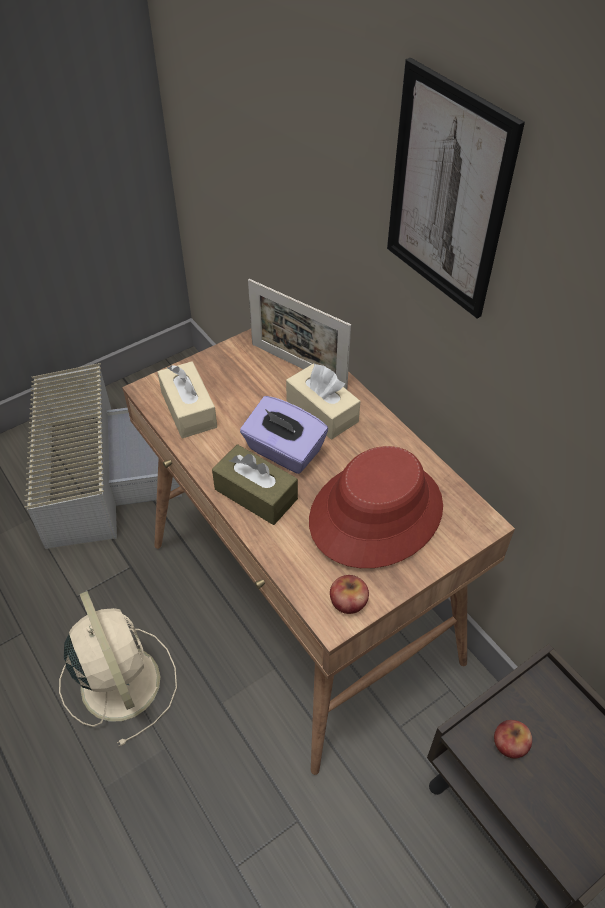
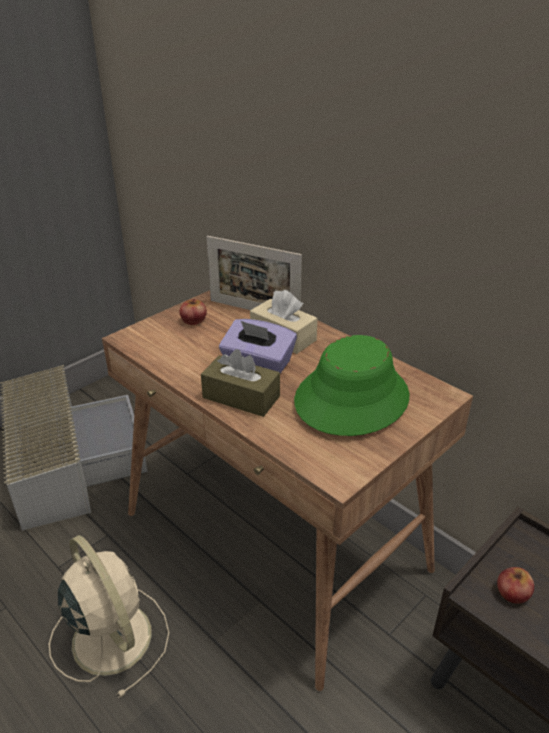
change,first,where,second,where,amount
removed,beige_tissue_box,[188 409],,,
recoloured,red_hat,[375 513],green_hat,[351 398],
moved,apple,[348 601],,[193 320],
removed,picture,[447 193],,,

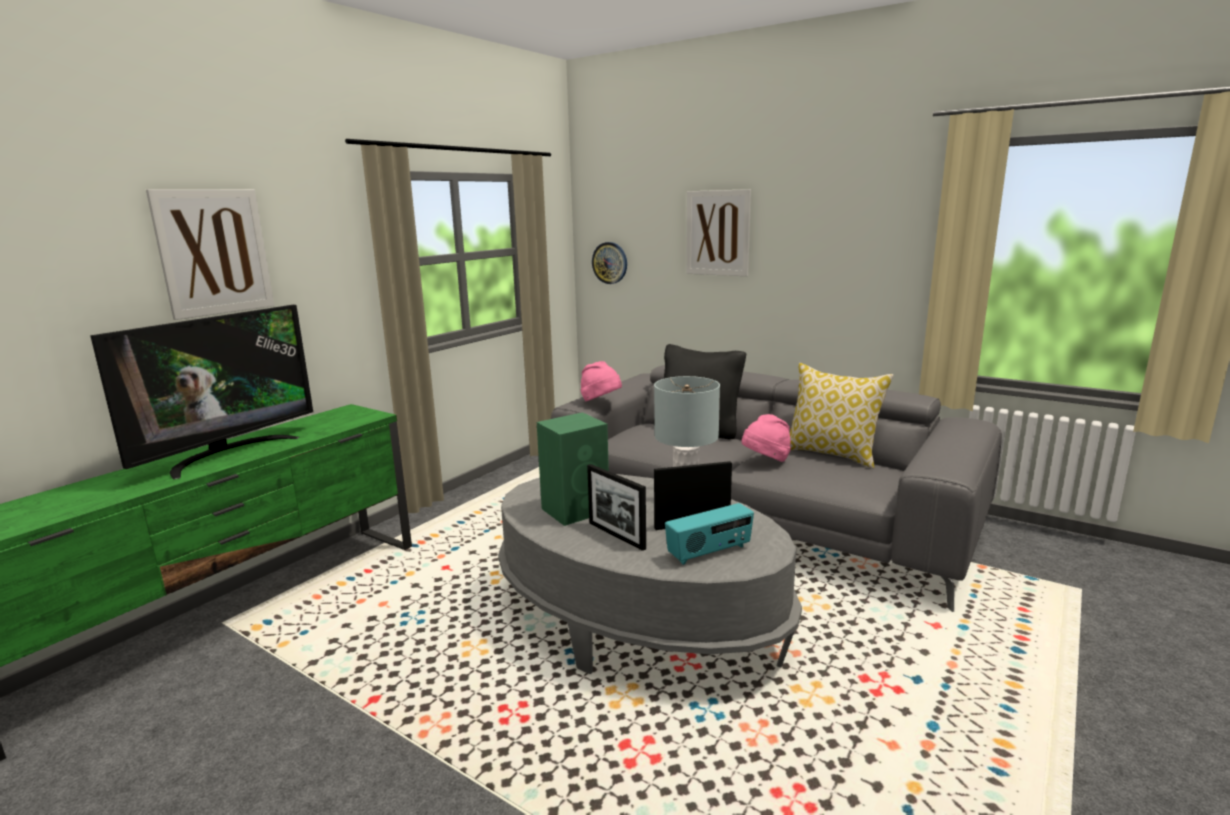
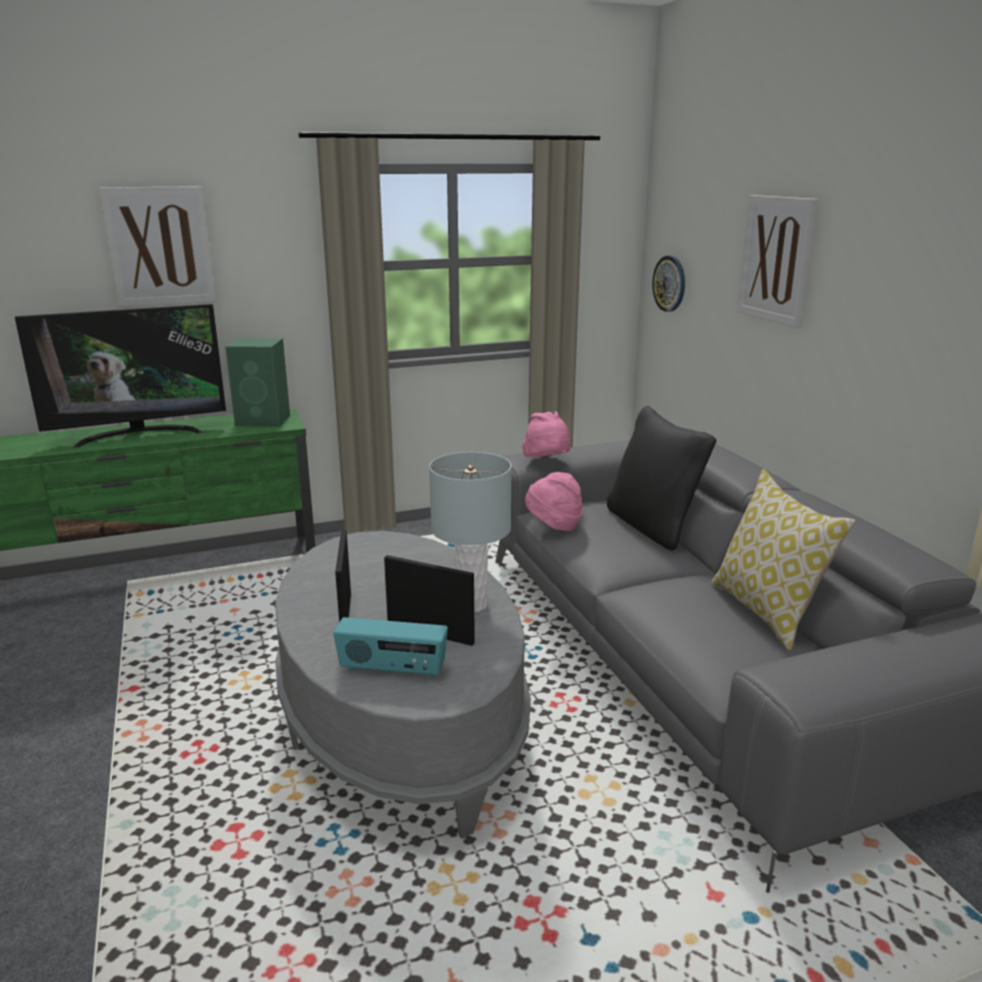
change,first,where,second,where,amount
moved,green_speaker,[576 509],,[264 420],
moved,pink_hat,[765 461],,[553 525],

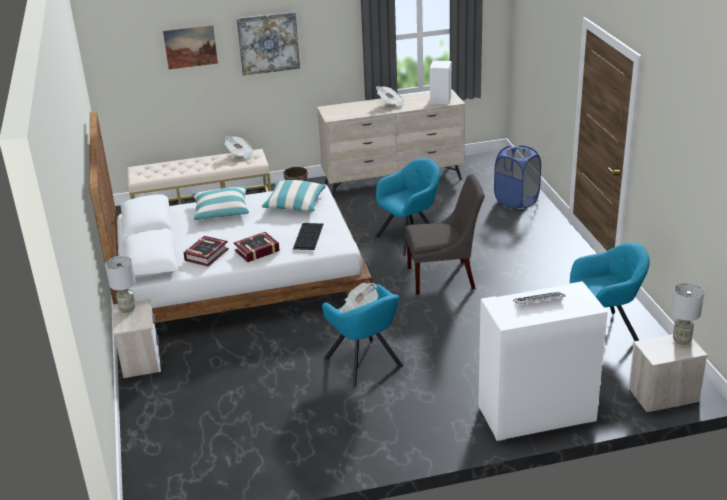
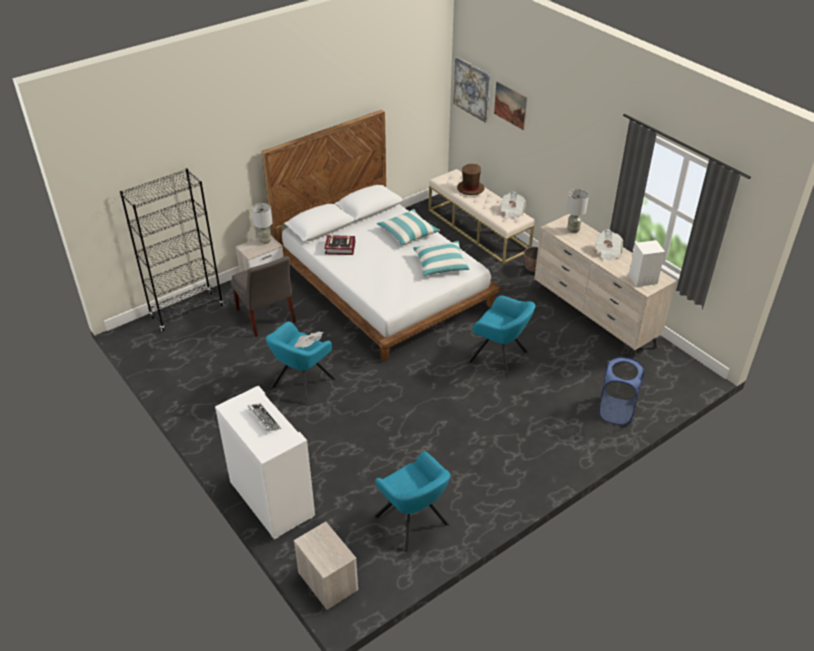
change,first,where,second,where,amount
removed,book,[257 251],,,
moved,picture,[268 43],,[472 89],
removed,keyboard,[308 236],,,
moved,grey_chair,[444 277],,[266 317],
moved,grey_table_lamp,[681 340],,[573 230],
added,,,black_bookcase,[187 311],
added,,,brown_hat,[470 188],

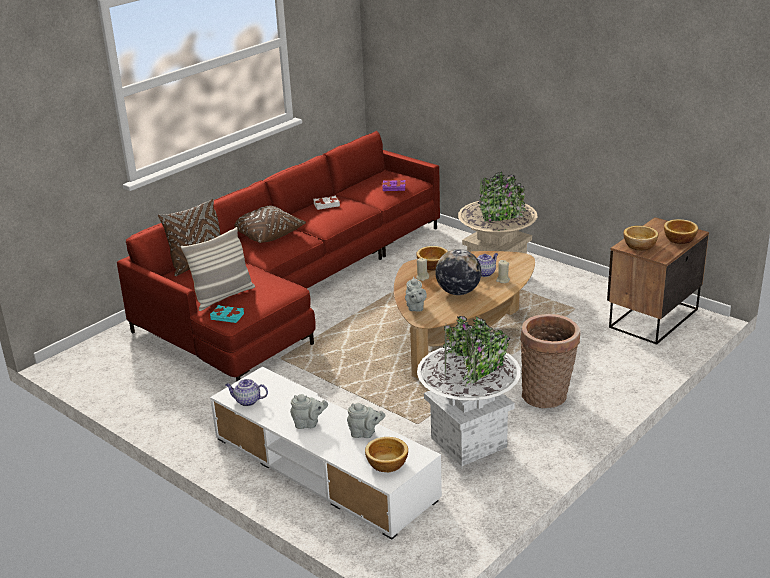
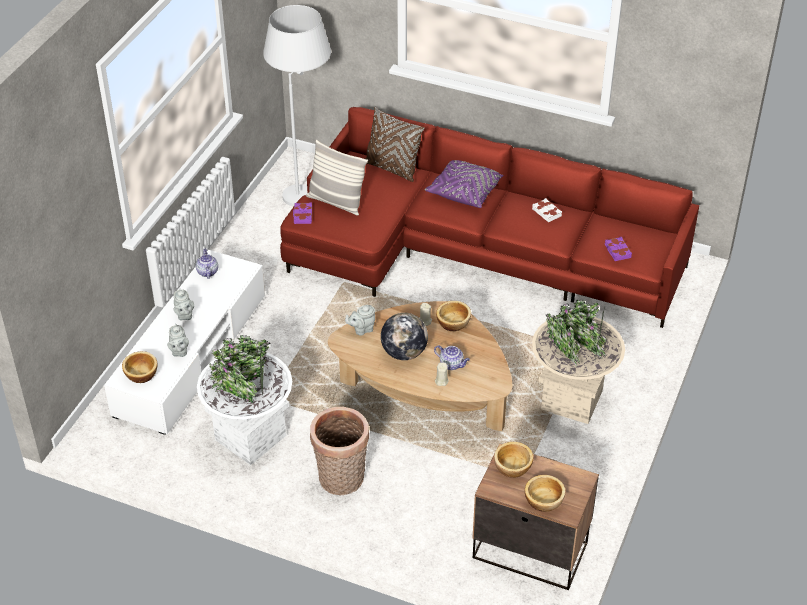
change,first,where,second,where,amount
recoloured,turquoise_book,[227 317],purple_book,[302 215],
recoloured,brown_pillow,[265 234],purple_pillow,[465 190],
added,,,white_floor_lamp,[305 186],

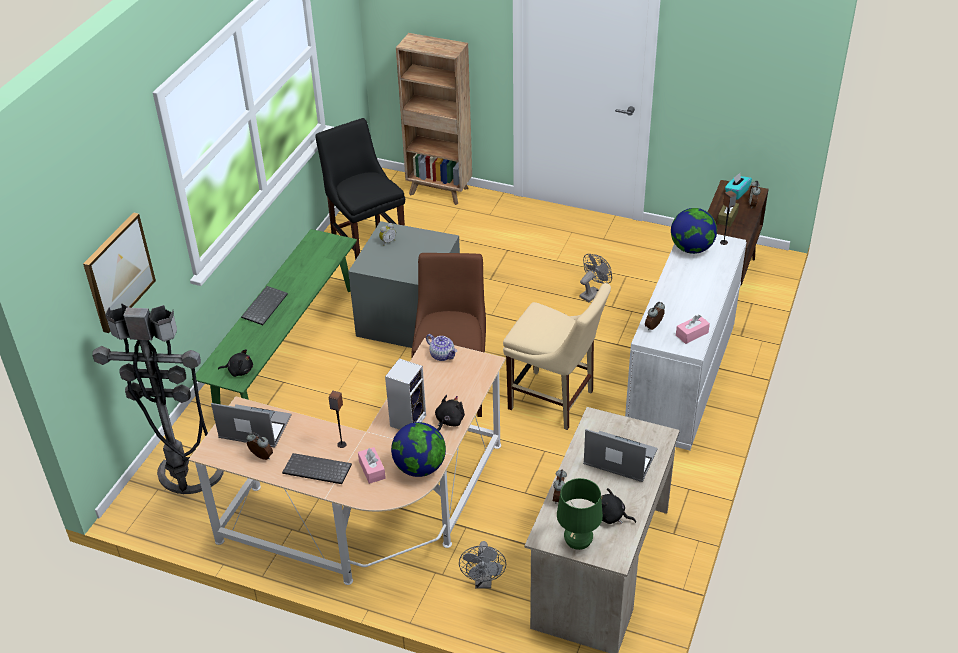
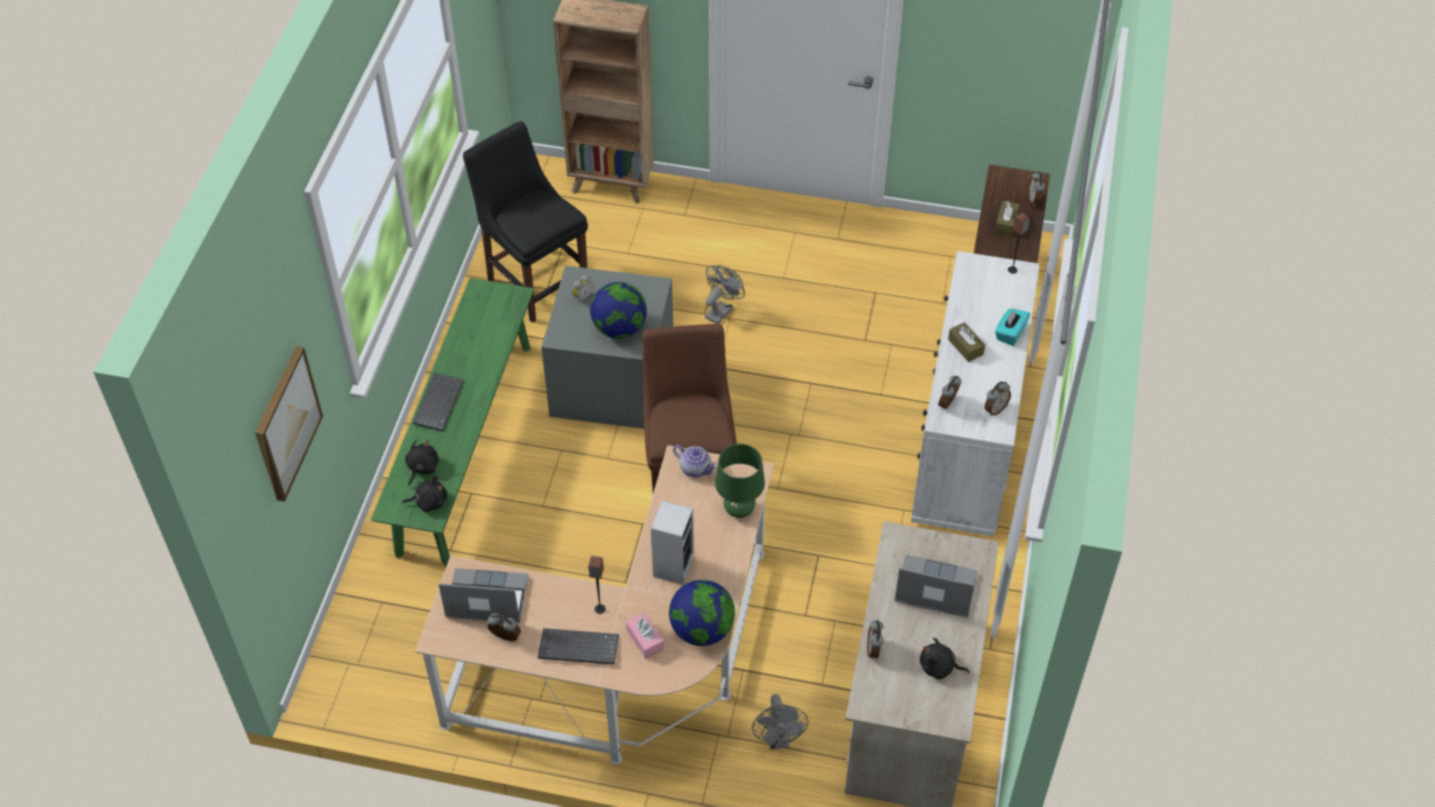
change,first,where,second,where,amount
removed,grey_floor_lamp,[186 487],,,
moved,black_plush_toy,[448 421],,[422 468],
removed,beige_chair,[554 401],,,
moved,green_table_lamp,[578 543],,[739 510],
moved,grey_fan,[593 293],,[721 310],
moved,globe,[691 248],,[619 328],
replaced,pink_tissue_box,[692 334],alarm_clock,[995 409],
moved,turquoise_tissue_box,[736 192],,[1010 333],
added,,,brown_tissue_box,[965 347],

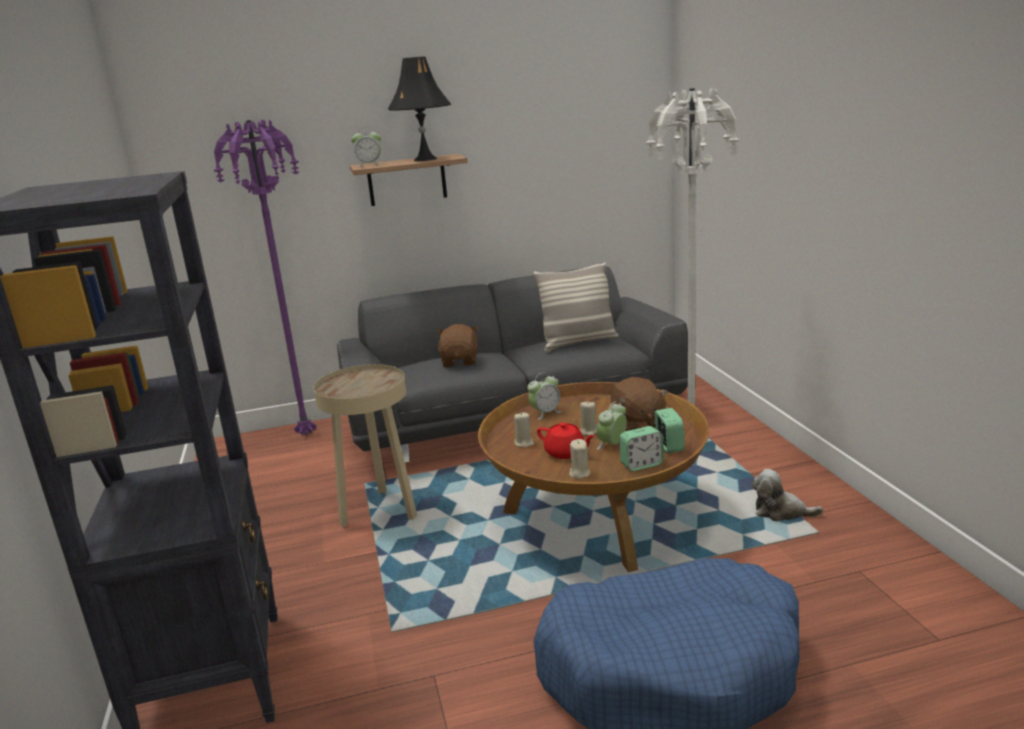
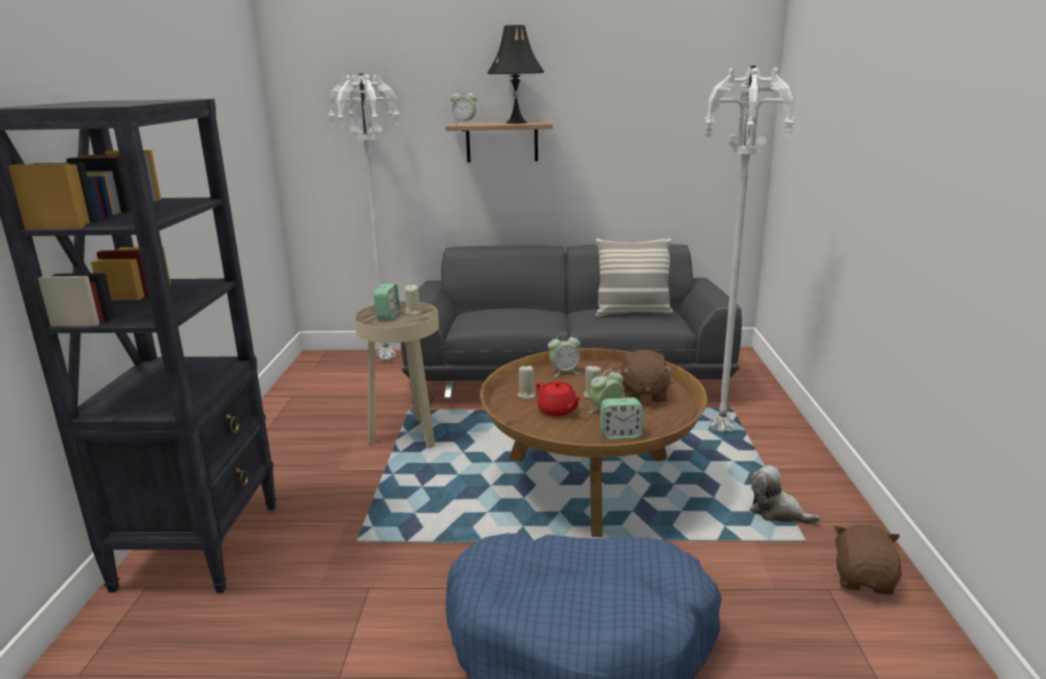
change,first,where,second,where,amount
recoloured,purple_floor_lamp,[308 435],white_floor_lamp,[387 360],
moved,brown_plush_toy,[460 361],,[864 579],
moved,beige_candle,[579 473],,[412 313],
moved,alarm_clock,[669 446],,[388 315],

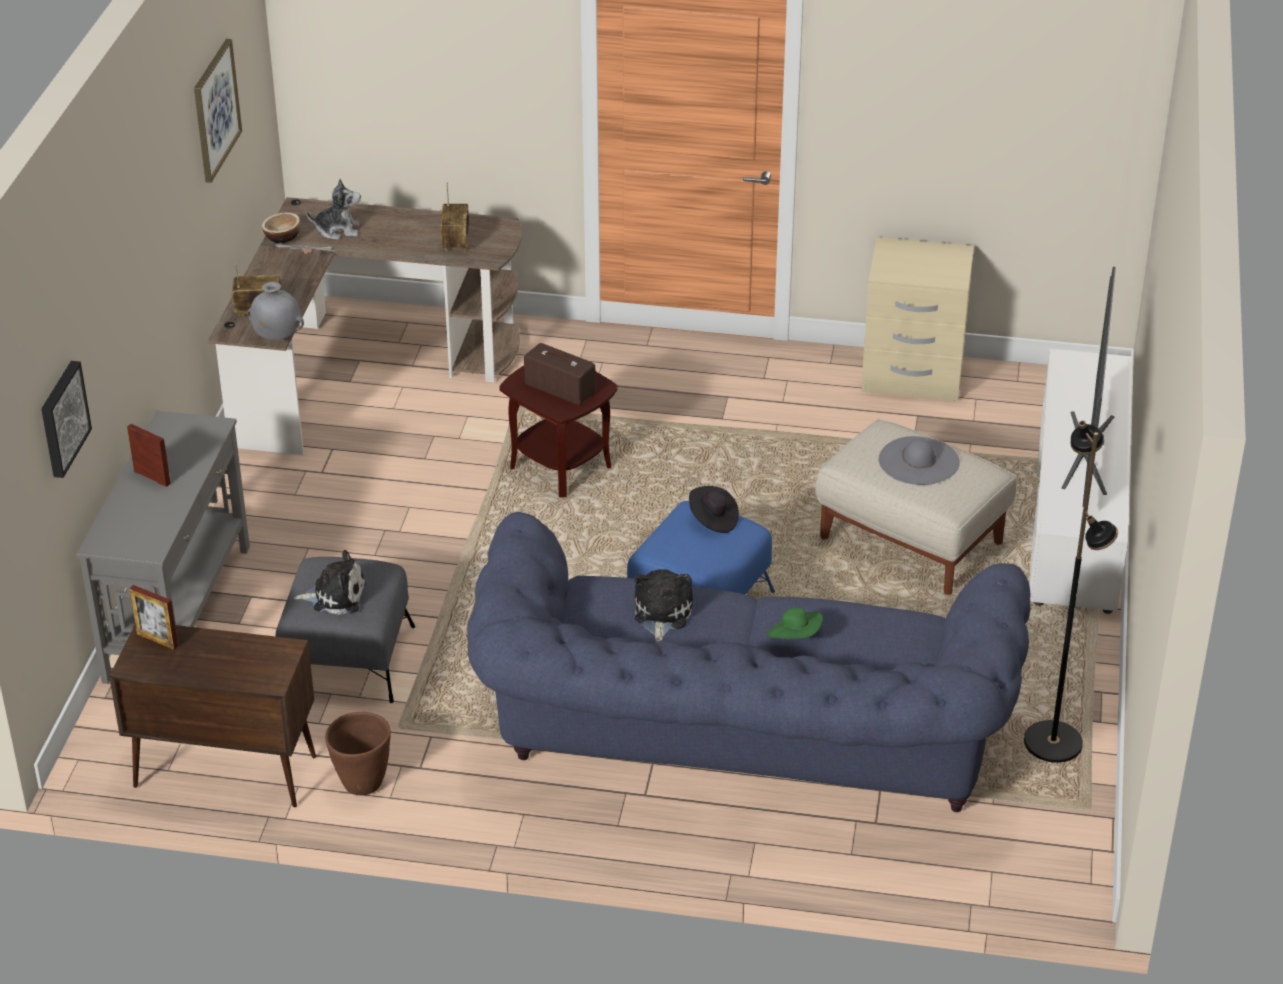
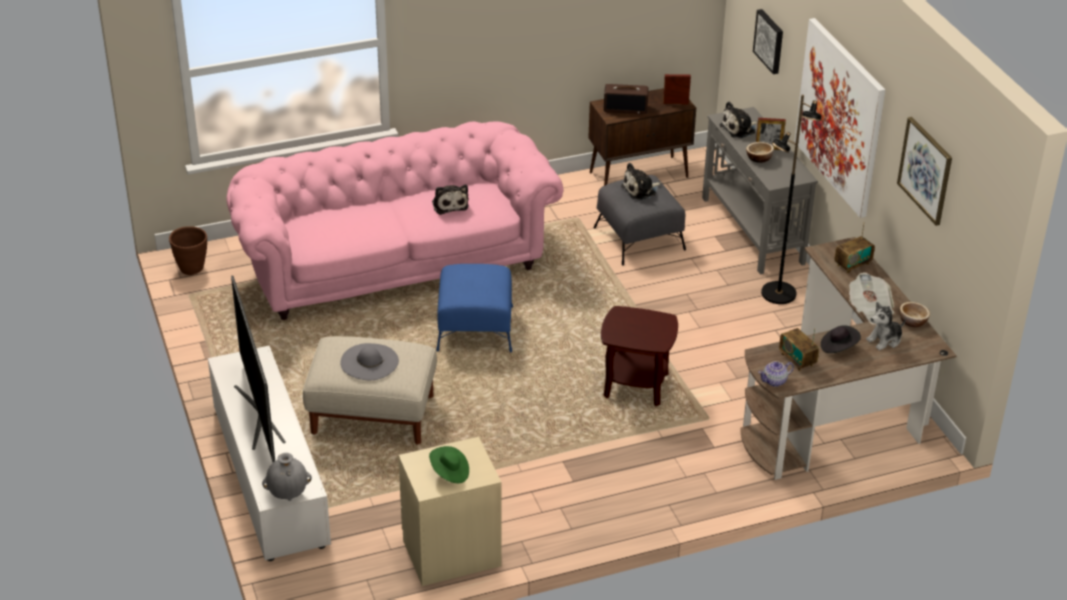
change,first,where,second,where,amount
moved,grey_vase,[277 338],,[288 494],
moved,brown_planter,[362 783],,[192 269],
recoloured,blue_sofa,[740 752],pink_sofa,[393 262],
moved,radio,[559 389],,[626 108],
moved,black_hat,[713 520],,[838 347],
moved,green_hat,[795 637],,[449 473],
moved,black_floor_lamp,[1054 742],,[778 294],
added,,,plush_toy,[739 129],
added,,,bowl,[759 158],
added,,,teapot,[775 381],
added,,,picture,[840 116],

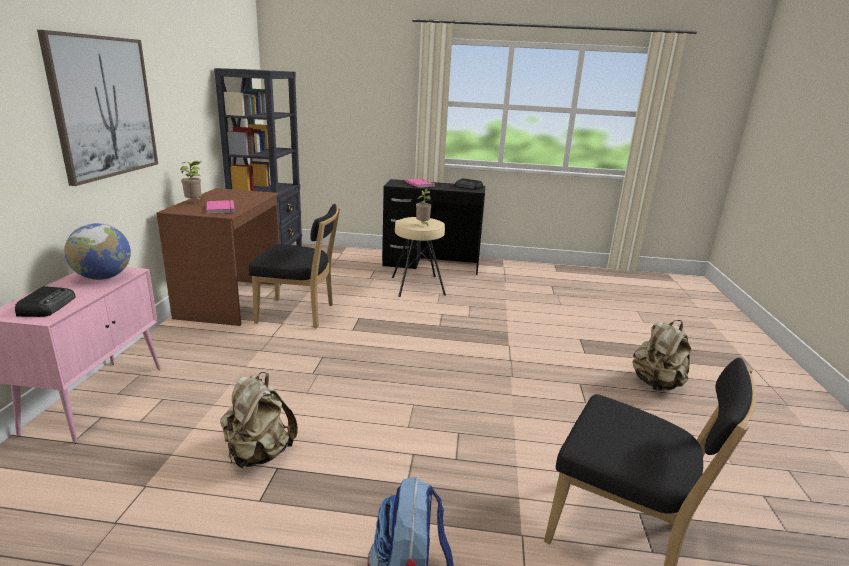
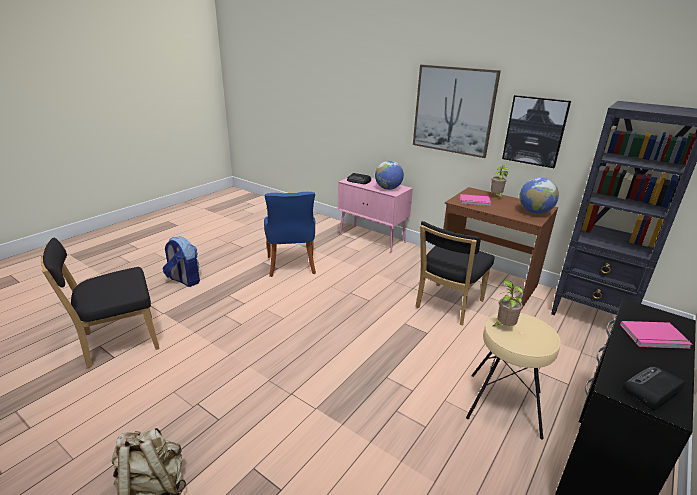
change,first,where,second,where,amount
replaced,beige_backpack,[259 454],blue_chair,[291 266],
added,,,picture,[535 131],
added,,,globe,[534 212],

